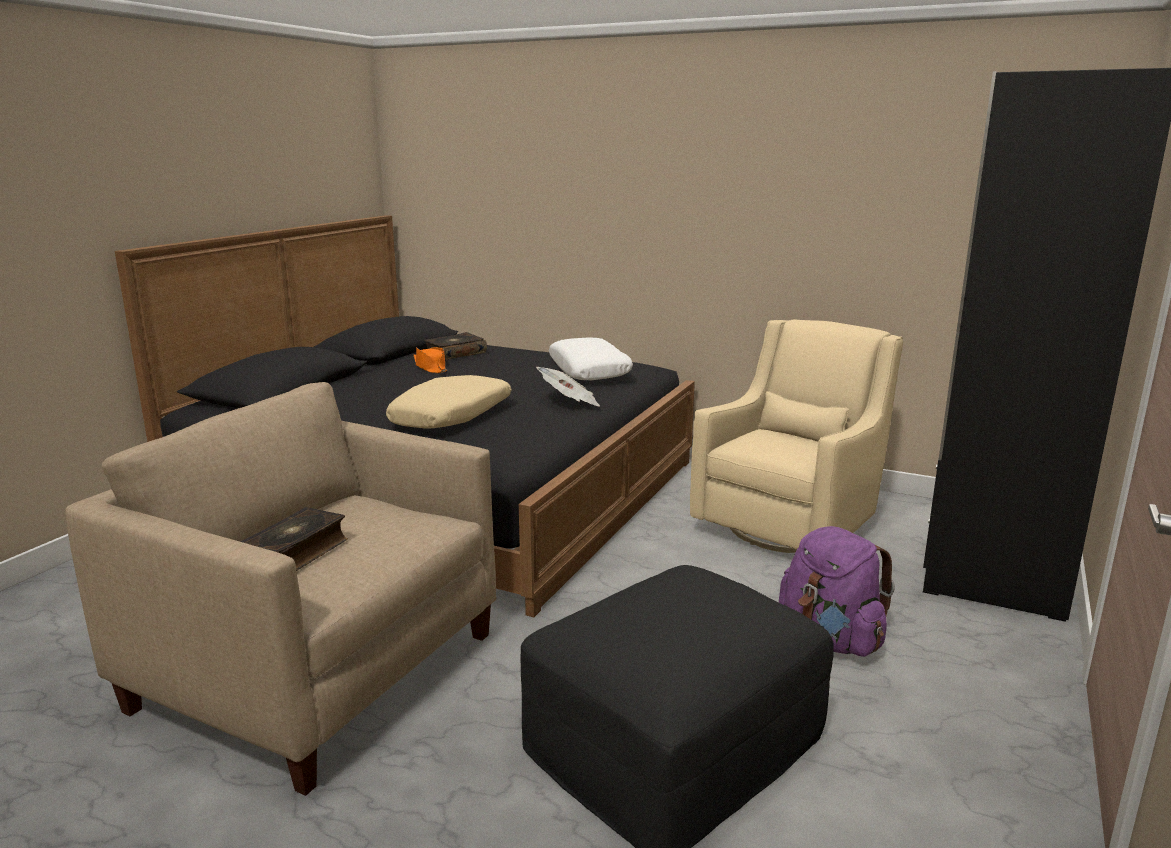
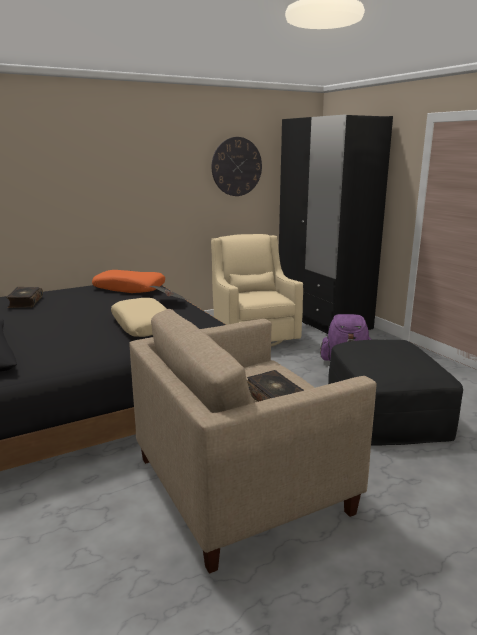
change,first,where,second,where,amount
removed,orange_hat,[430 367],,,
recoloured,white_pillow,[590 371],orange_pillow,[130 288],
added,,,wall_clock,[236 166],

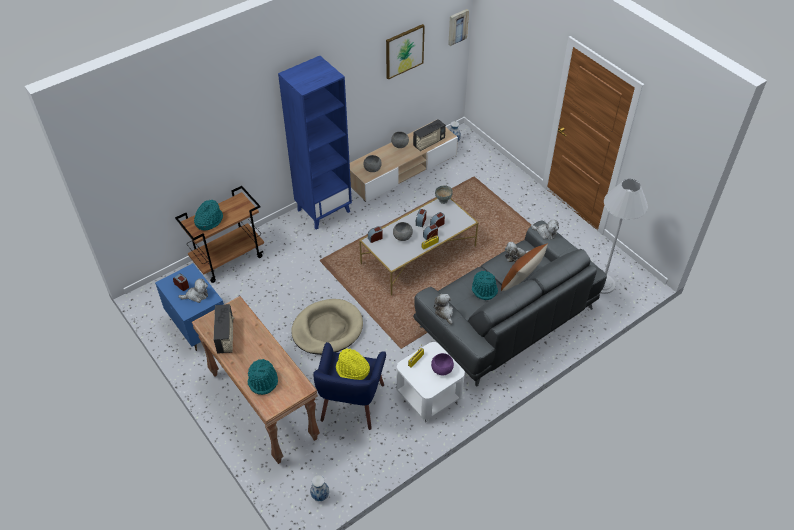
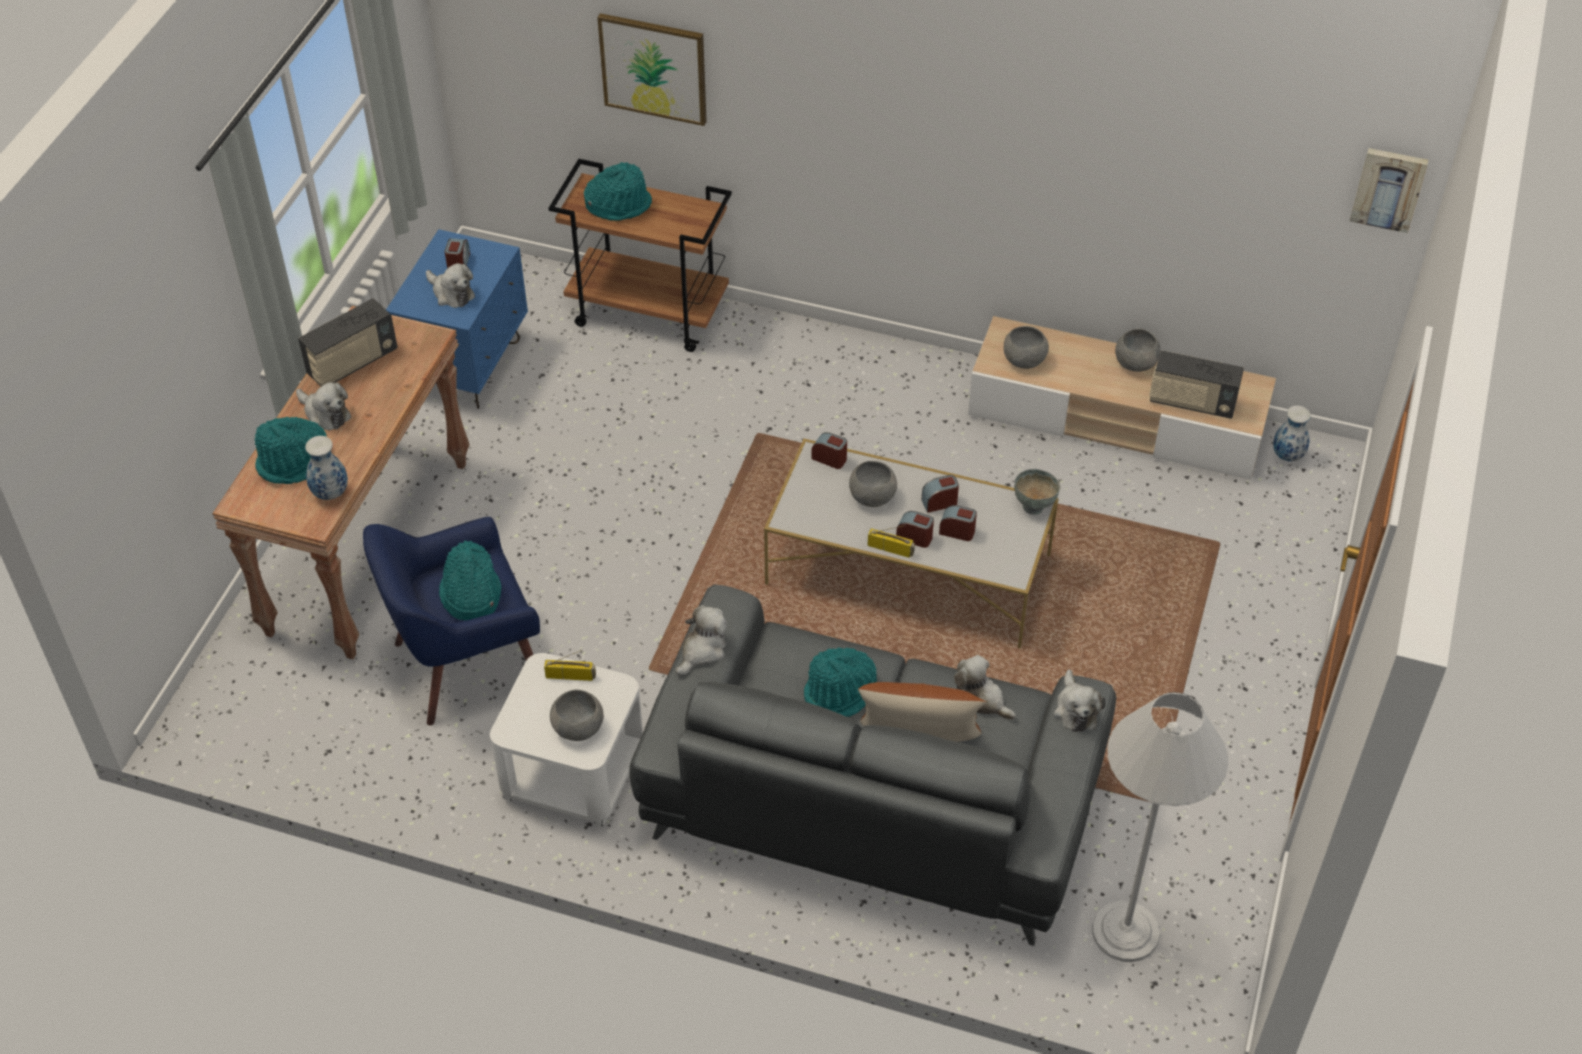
change,first,where,second,where,amount
removed,blue_bookcase,[323 210],,,
removed,beige_dog_bed,[327 329],,,
moved,vase,[320 496],,[329 493],
recoloured,yellow_hat,[352 370],turquoise_hat,[470 595],
moved,picture,[404 51],,[654 68],
recoloured,purple_bowl,[441 369],grey_bowl,[577 727],
added,,,plush_toy,[325 414],

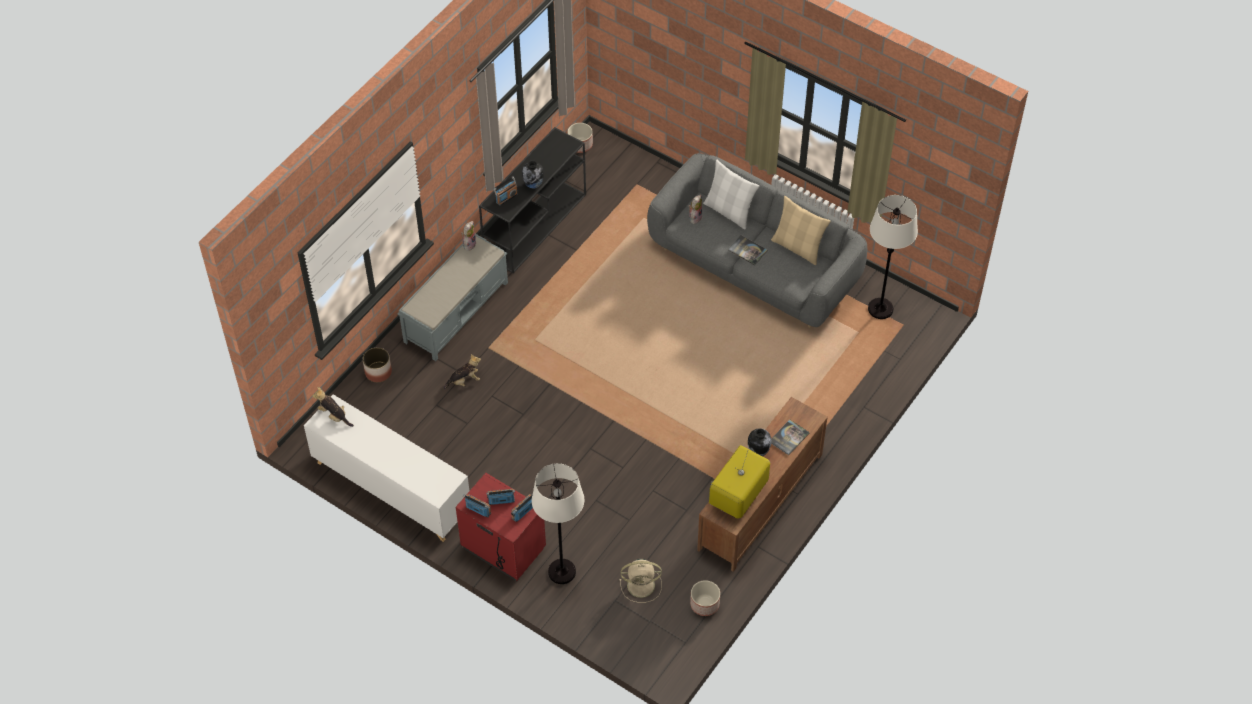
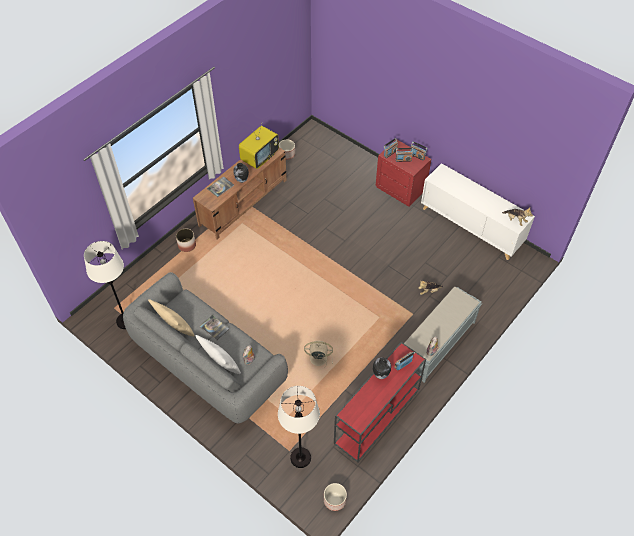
change,first,where,second,where,amount
moved,planter,[378 372],,[187 245],
recoloured,black_console_table,[536 224],red_console_table,[376 417],
moved,white_floor_lamp,[562 571],,[300 458],
moved,beige_fan,[642 585],,[317 358],

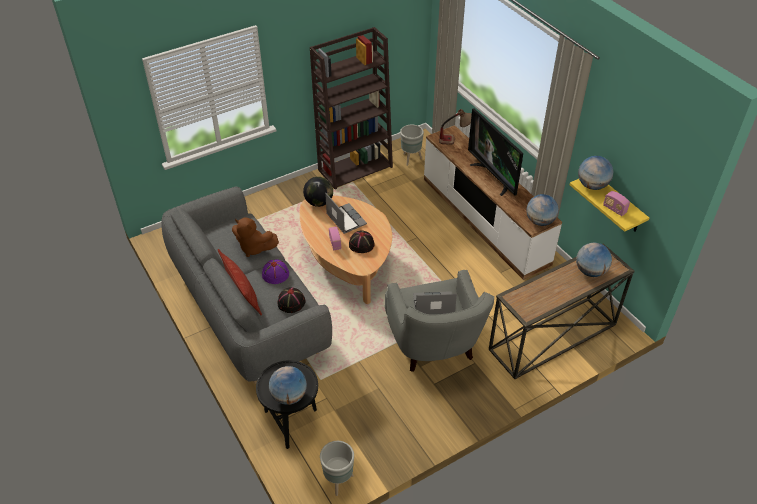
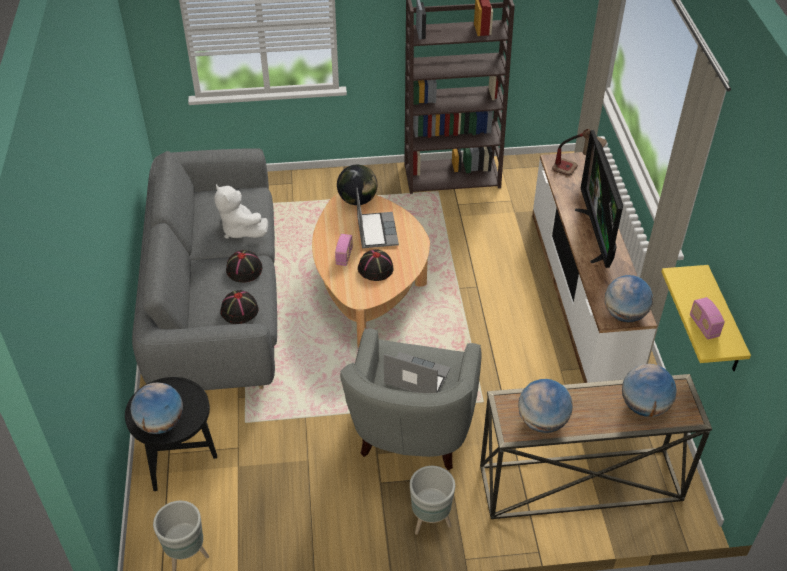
change,first,where,second,where,amount
removed,pillow,[242 293],,,
recoloured,brown_plush_toy,[254 248],white_plush_toy,[240 230],
recoloured,purple_hat,[275 274],black_hat,[244 269],
moved,grey_planter,[410 159],,[429 521],
moved,globe,[592 185],,[542 422],

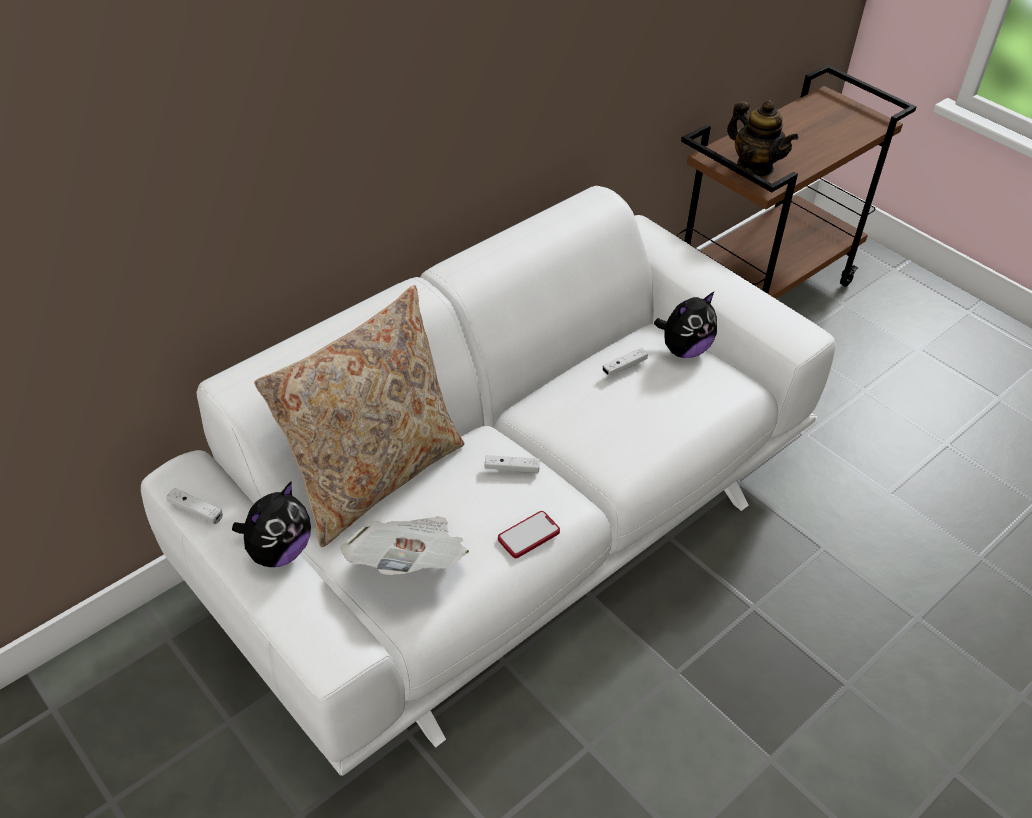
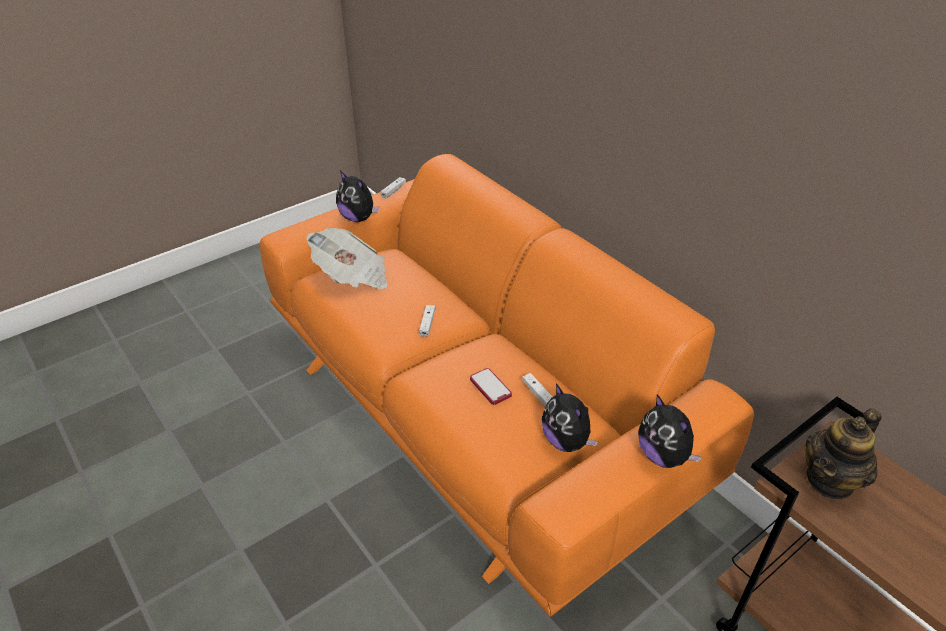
change,first,where,second,where,amount
recoloured,white_sofa,[512 524],orange_sofa,[475 412],
removed,beige_pillow,[374 475],,,
moved,phone,[528 535],,[490 387],
added,,,plush_toy,[663 456],

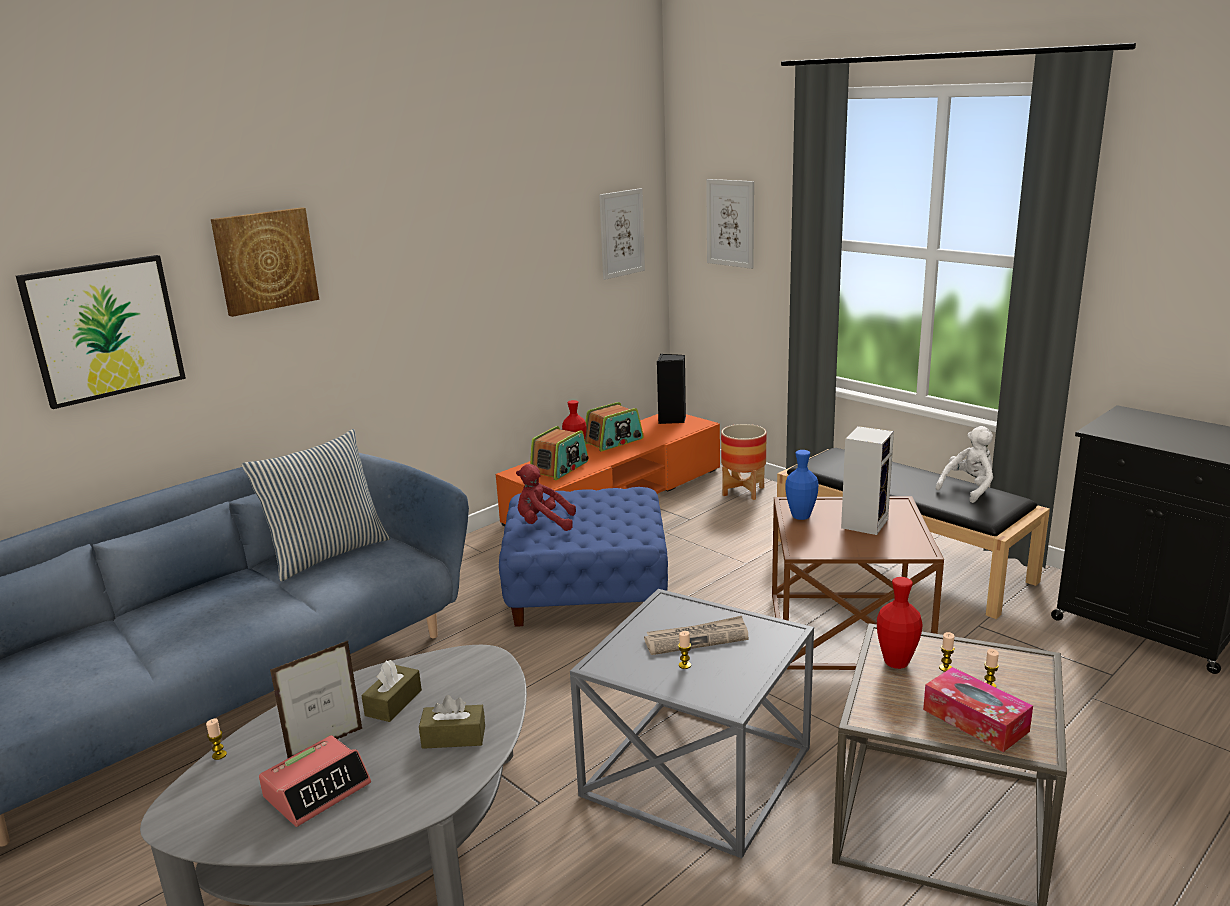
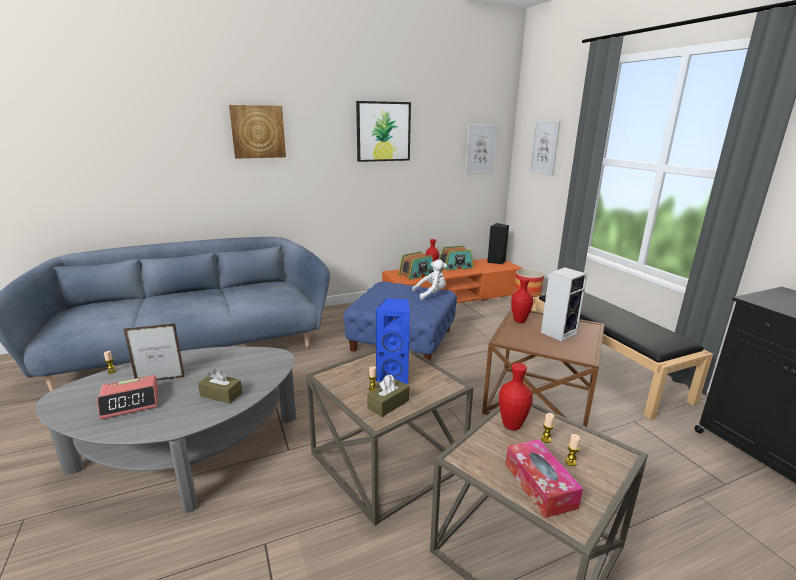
change,first,where,second,where,amount
moved,picture,[104 329],,[383 131],
removed,pillow,[327 554],,,
moved,brown_tissue_box,[393 703],,[388 404],
removed,red_plush_toy,[543 524],,,
recoloured,grey_side_table,[697 772],brown_side_table,[387 461],
replaced,newspaper,[697 638],blue_speaker,[394 375],
recoloured,blue_vase,[801 516],red_vase,[519 321],
moved,white_plush_toy,[968 489],,[431 294],

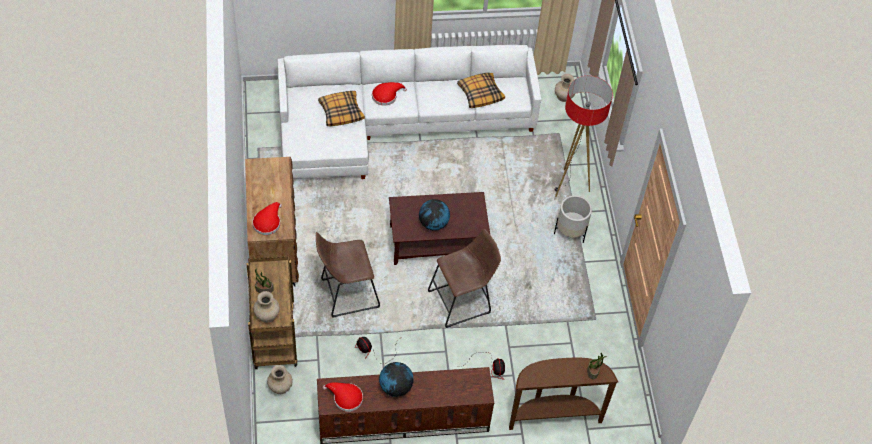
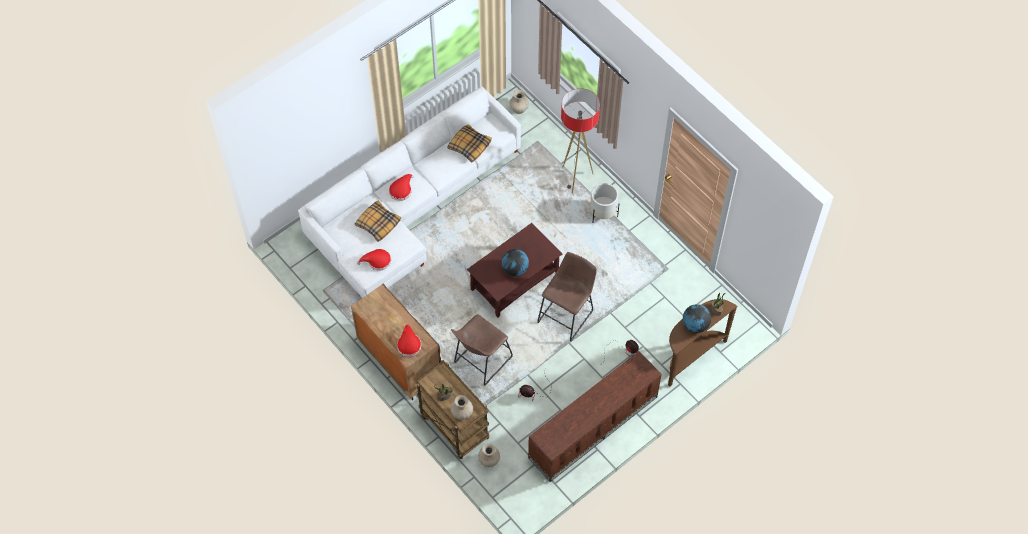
change,first,where,second,where,amount
moved,red_hat,[345 398],,[377 261],
moved,globe,[395 387],,[695 325],

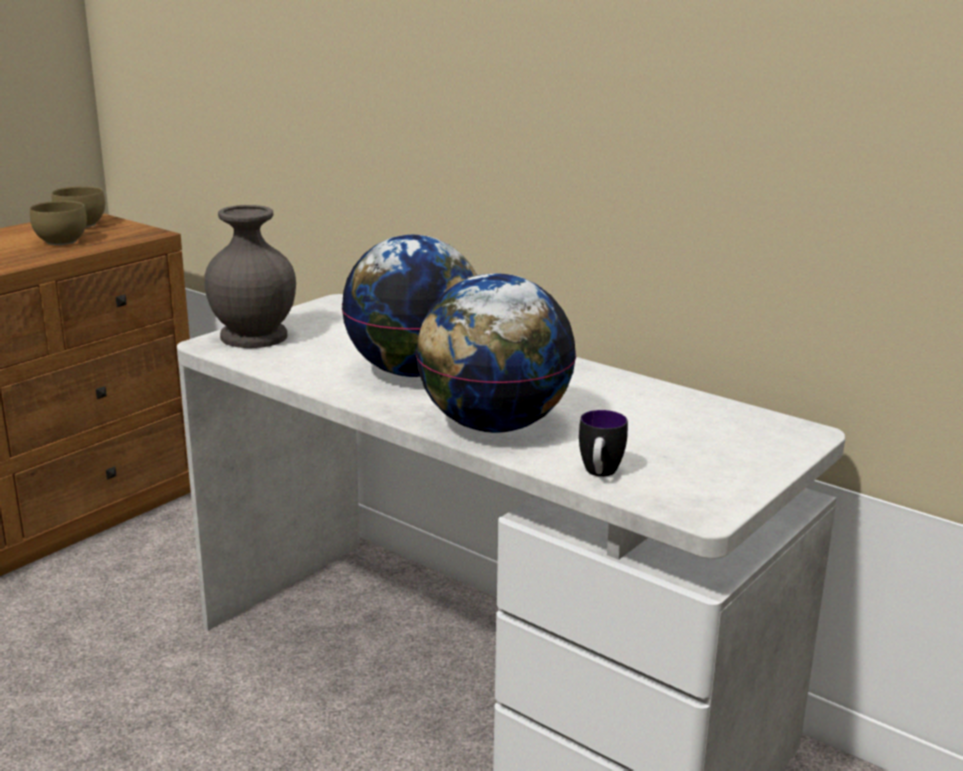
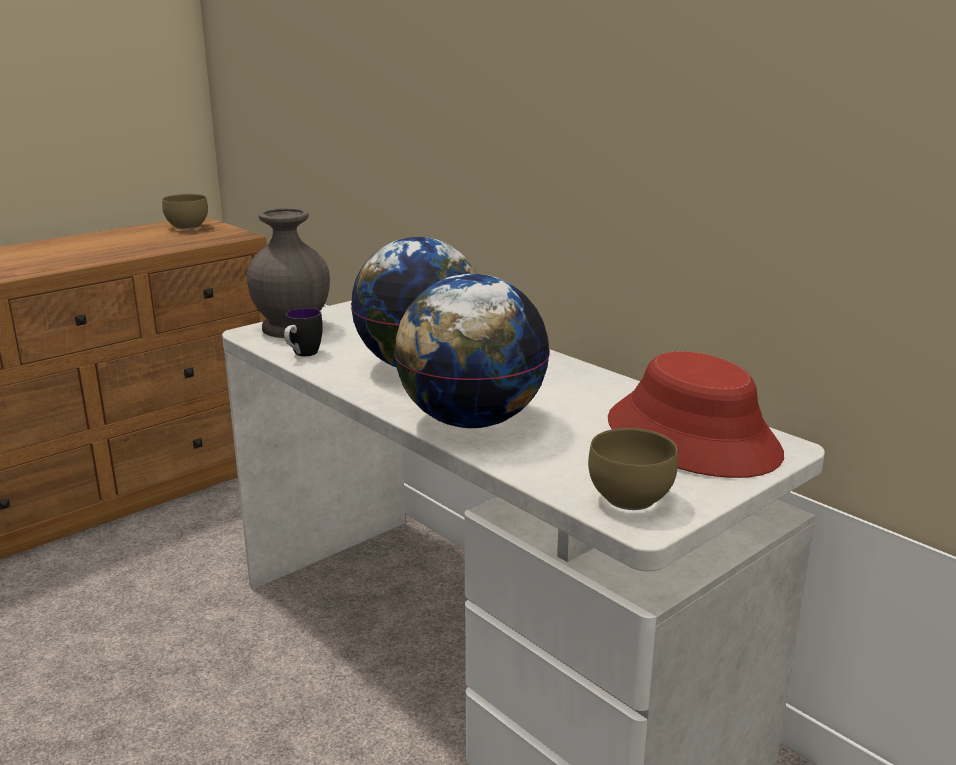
change,first,where,second,where,amount
moved,brown_bowl,[63 241],,[633 498],
moved,mug,[599 474],,[302 355],
added,,,red_hat,[693 438],

